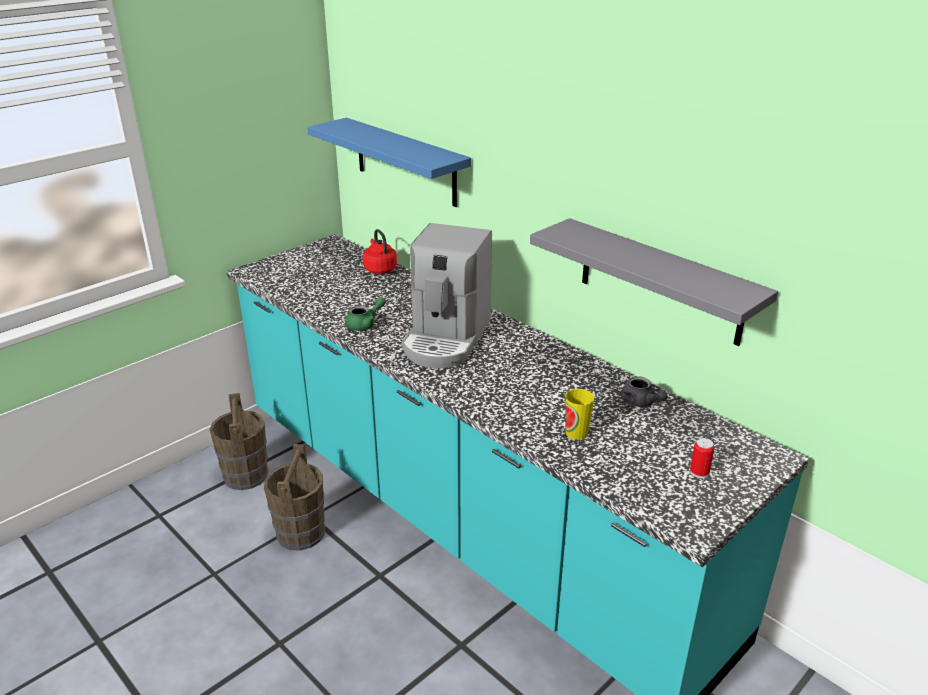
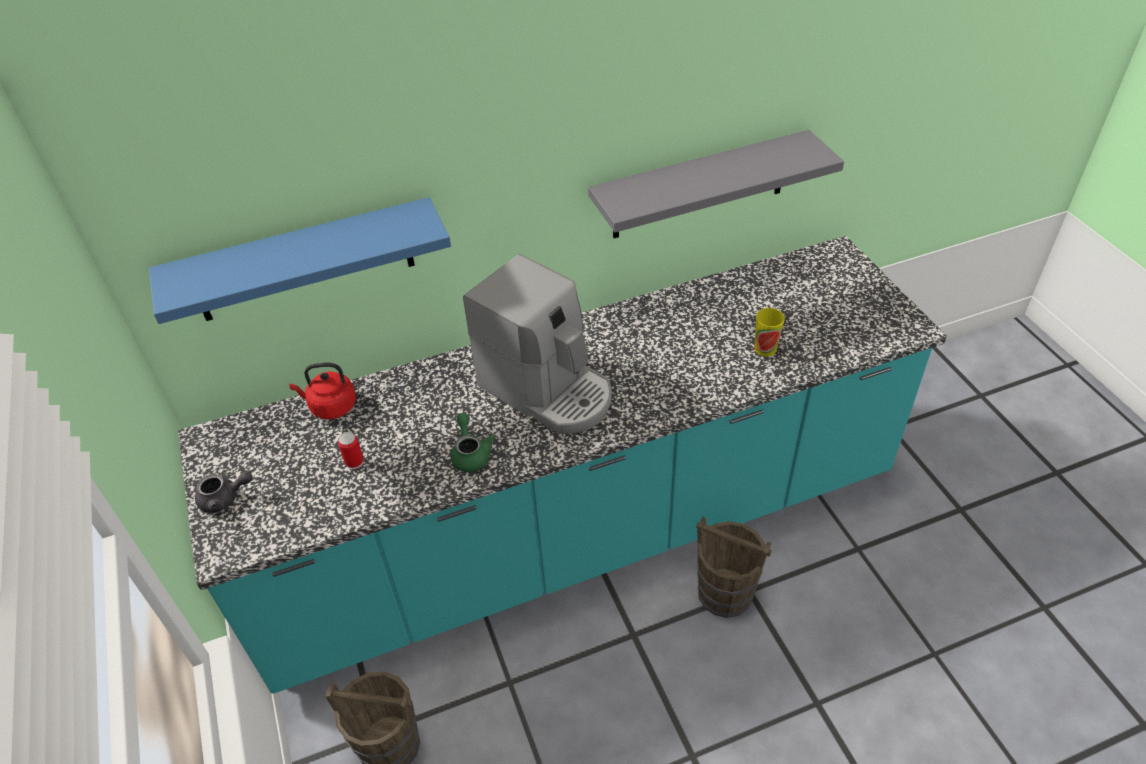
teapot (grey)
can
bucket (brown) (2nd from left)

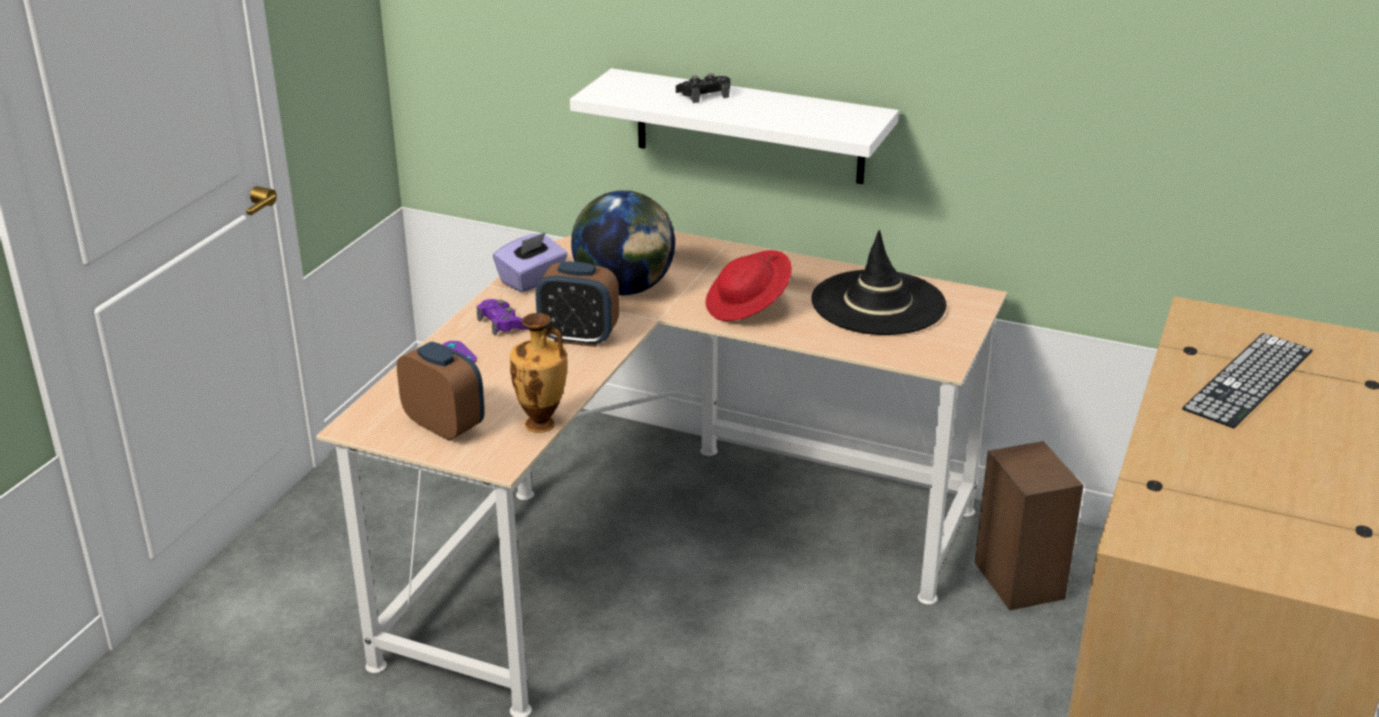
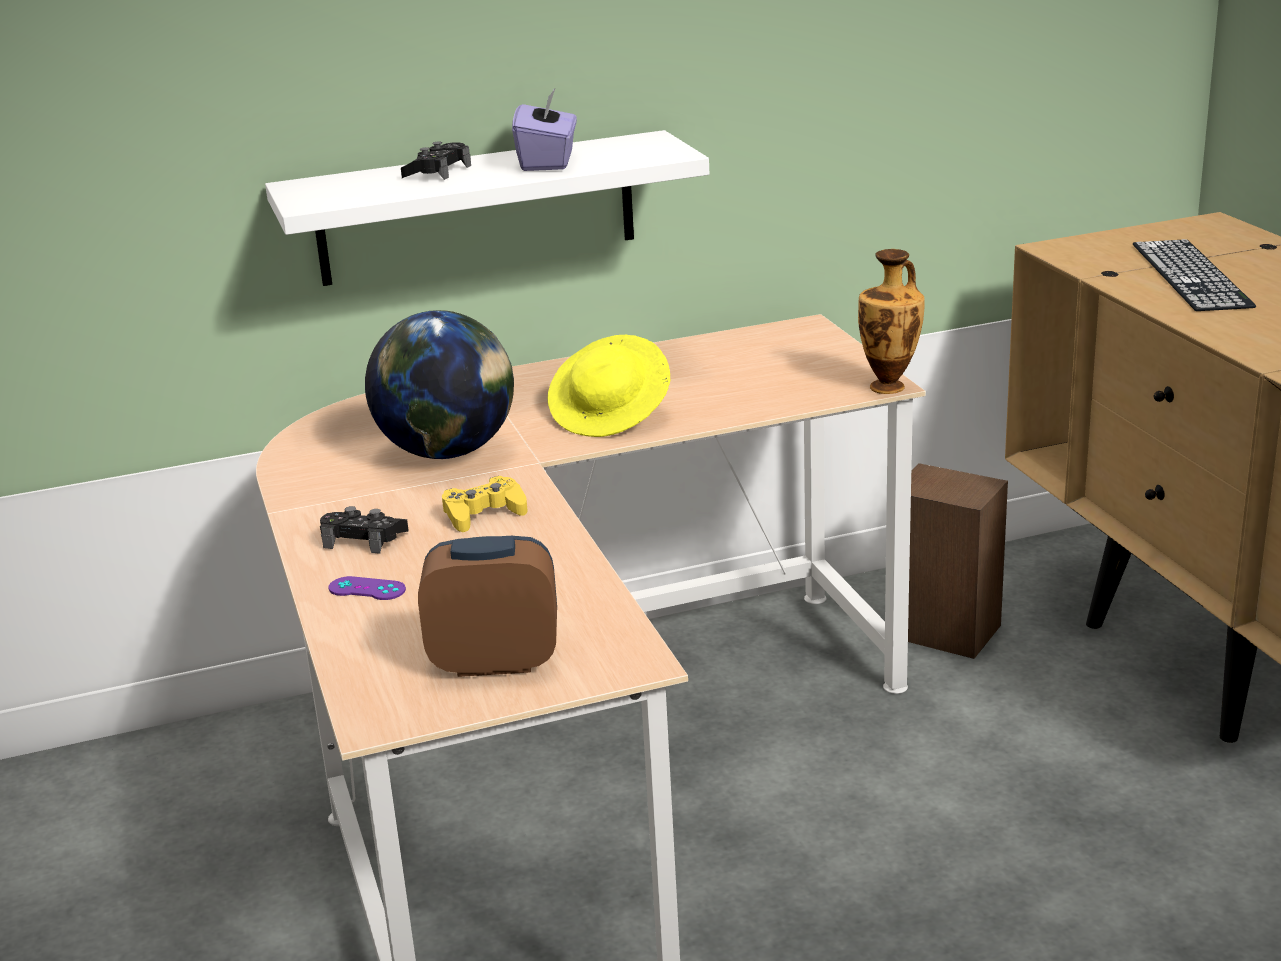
game controller (black) (1st from left)
game controller (yellow)
tissue box (purple)
hat (yellow)
vase
hat (black)

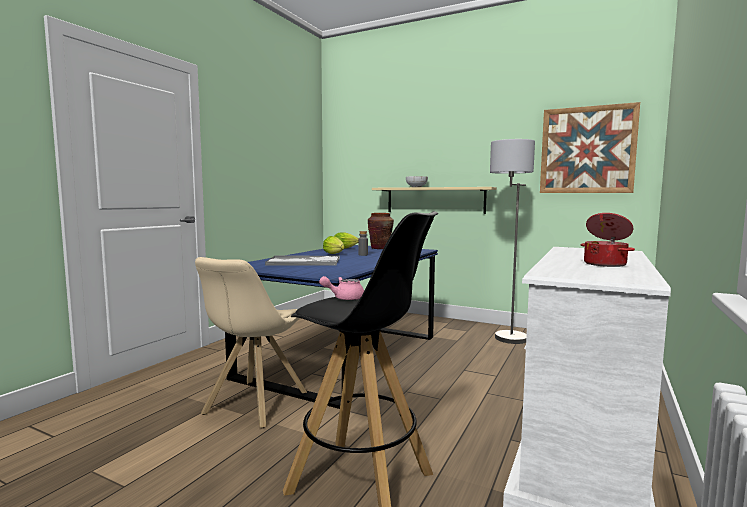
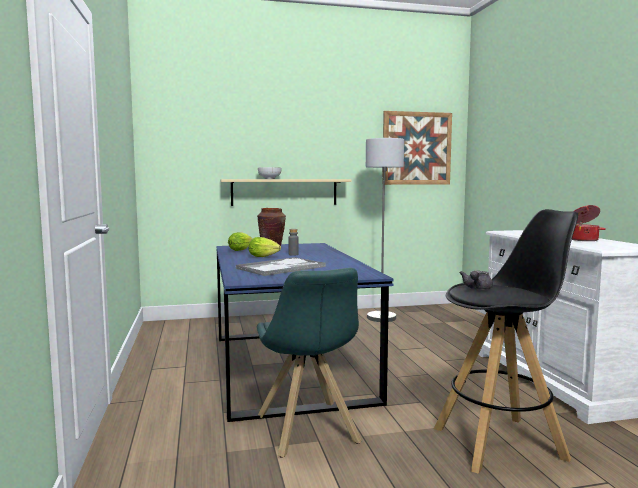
chair (turquoise)
teapot (grey)

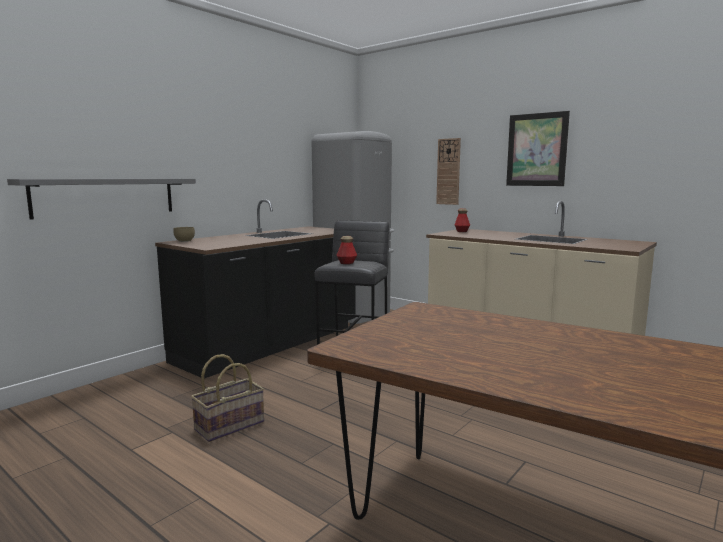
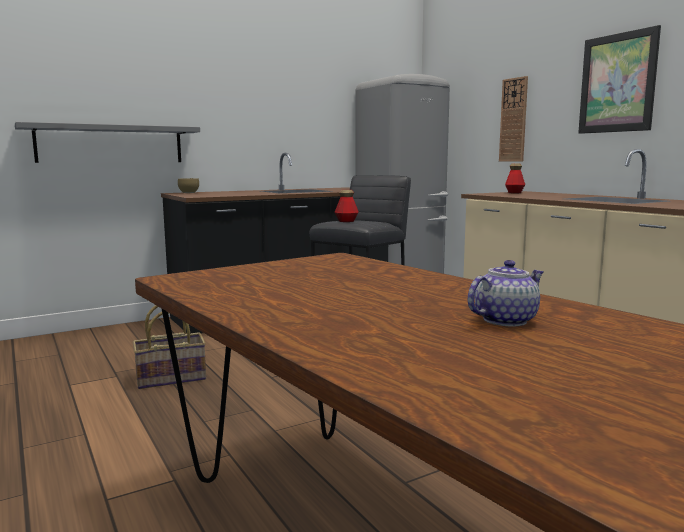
teapot

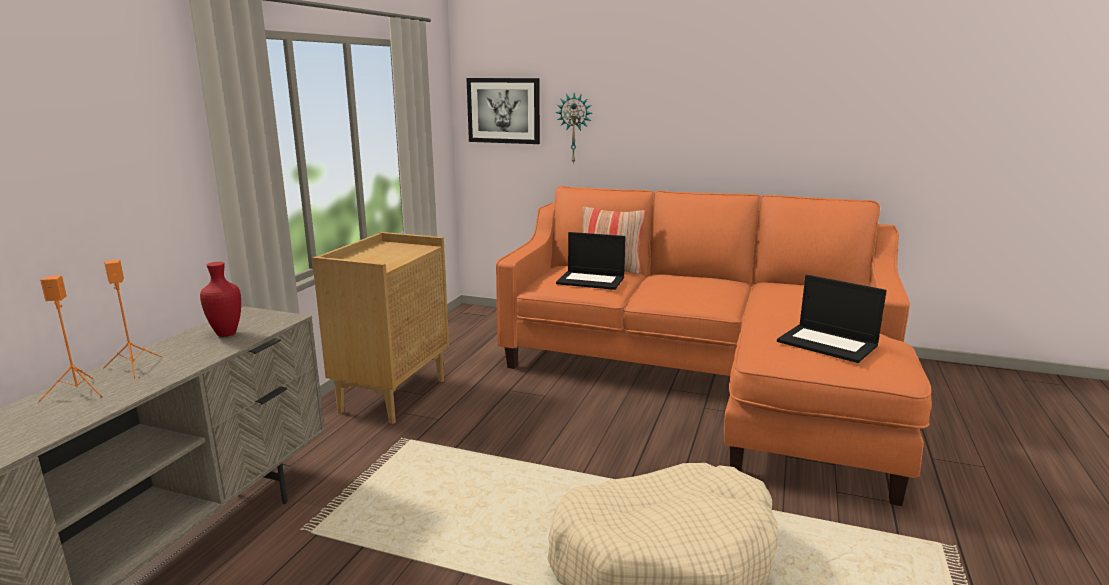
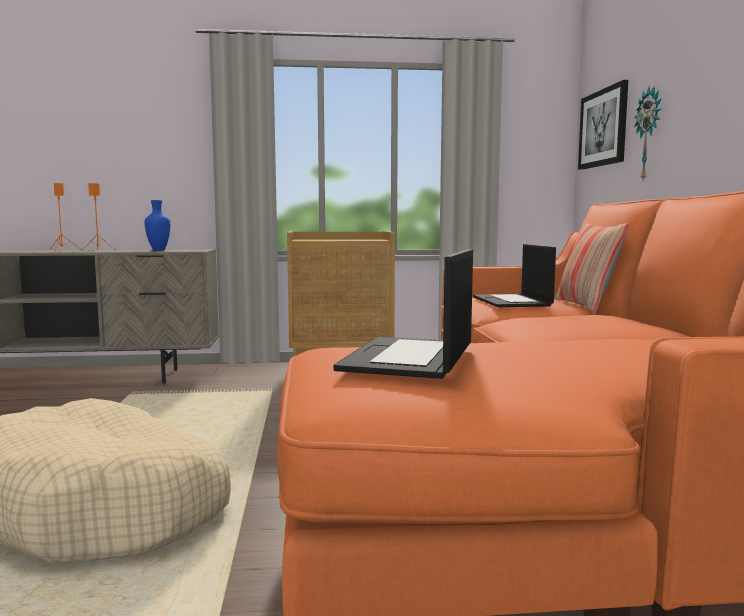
vase (blue)

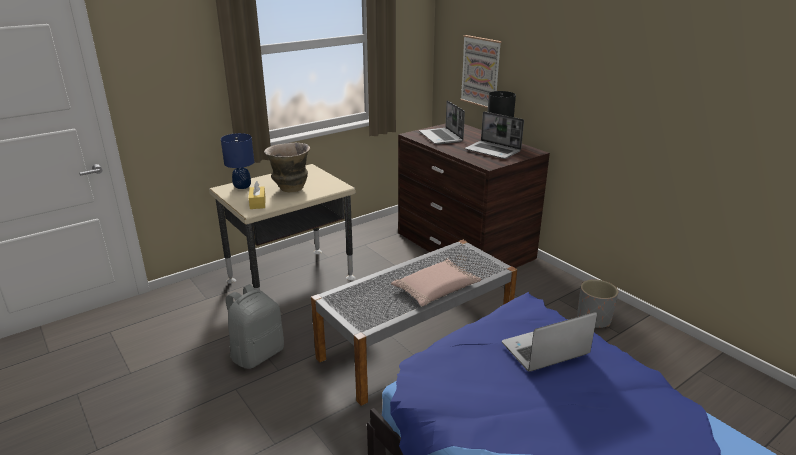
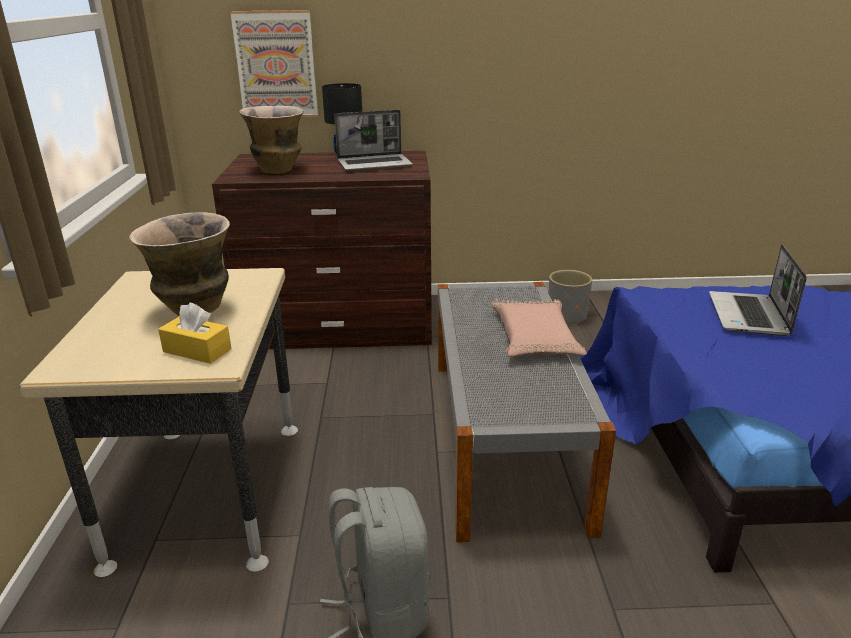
vase (2nd from left)
table lamp (blue)

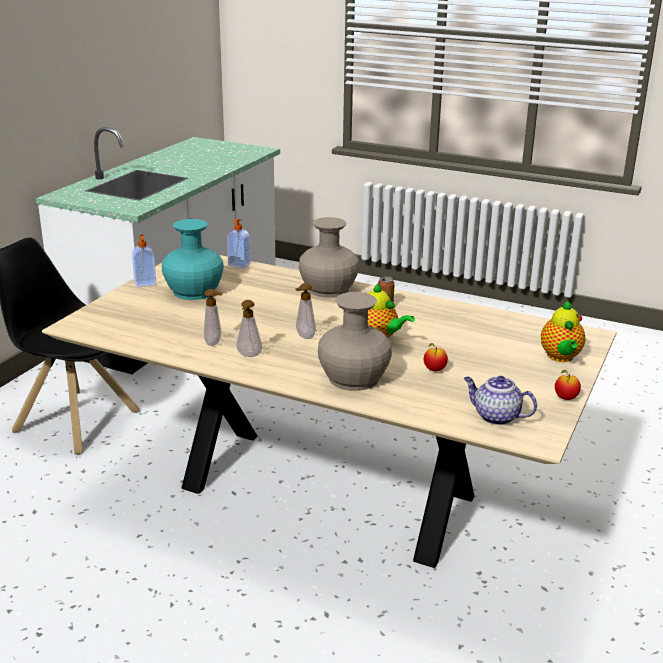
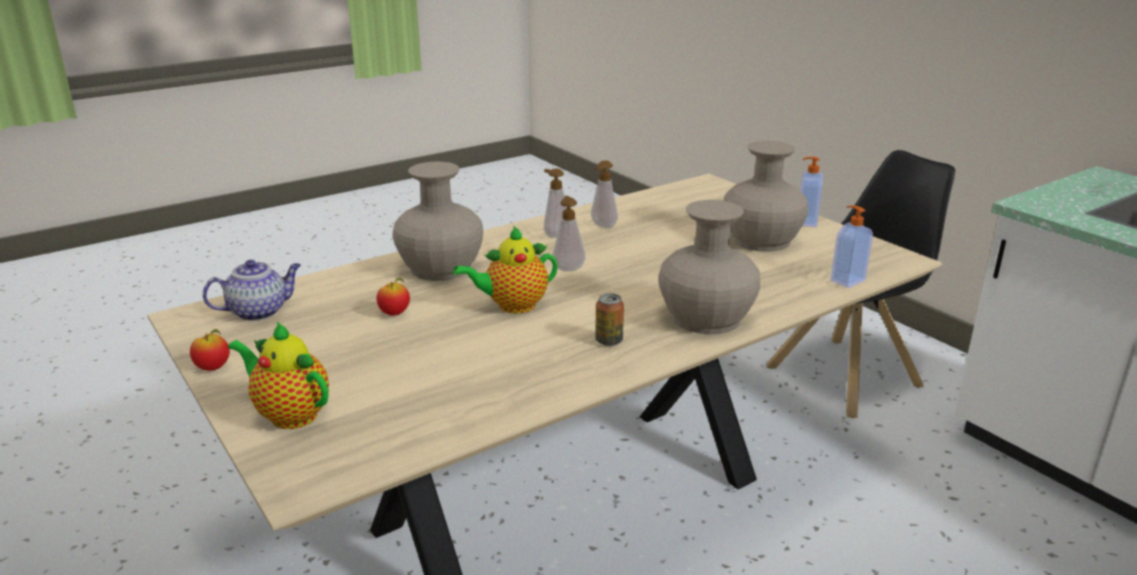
vase (beige) (3rd from left)

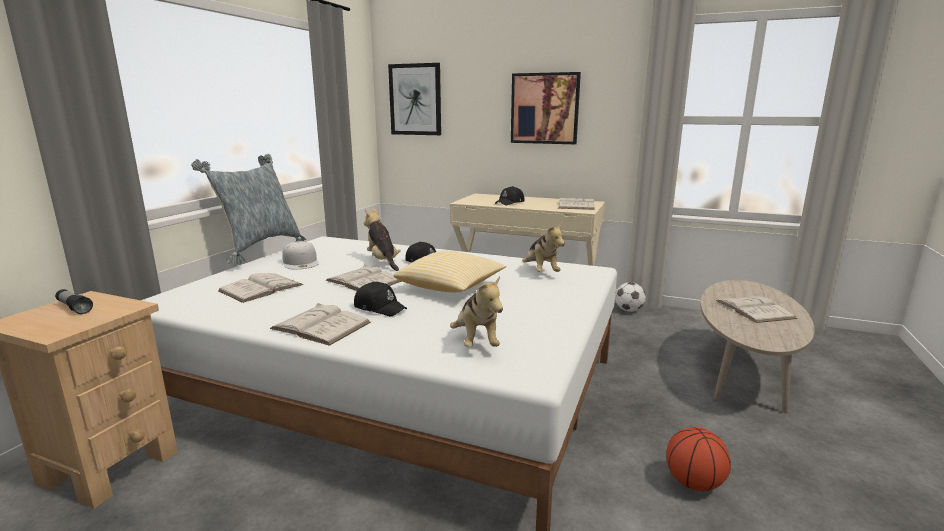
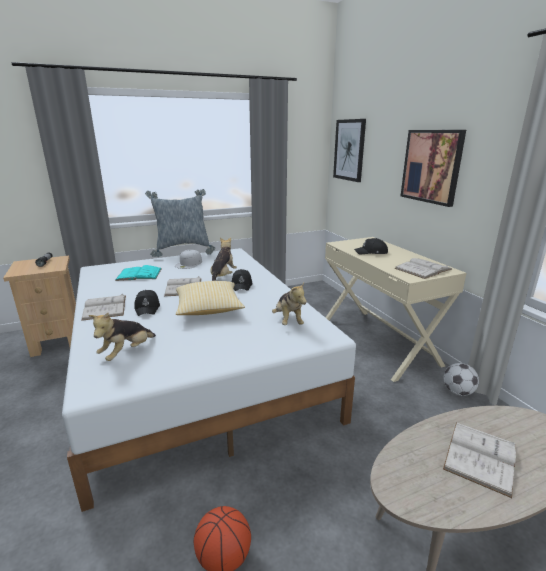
book (turquoise)
plush toy (3rd from left)

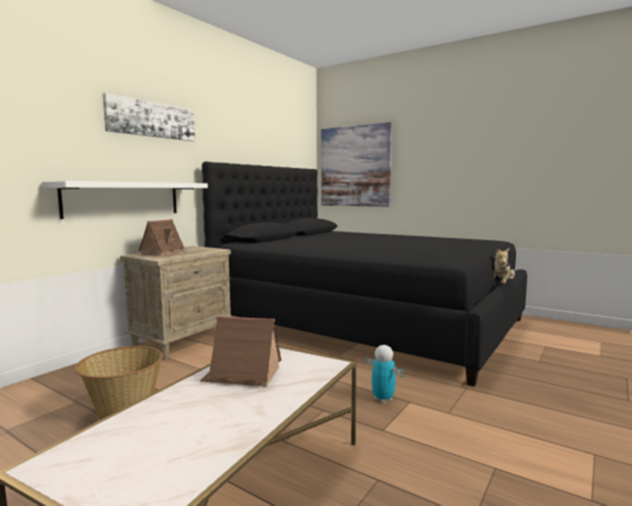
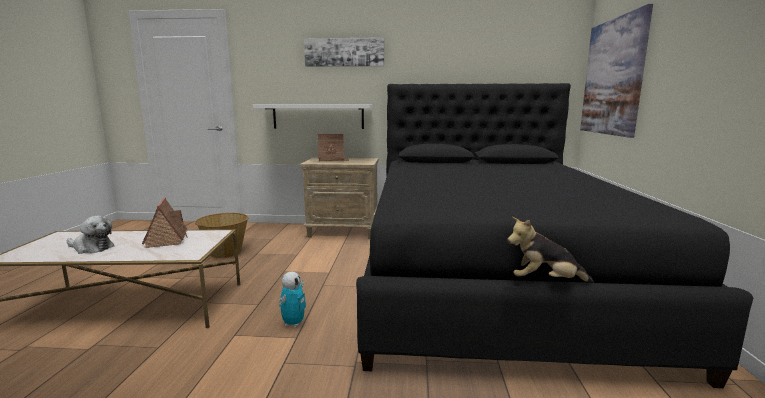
plush toy (1st from left)

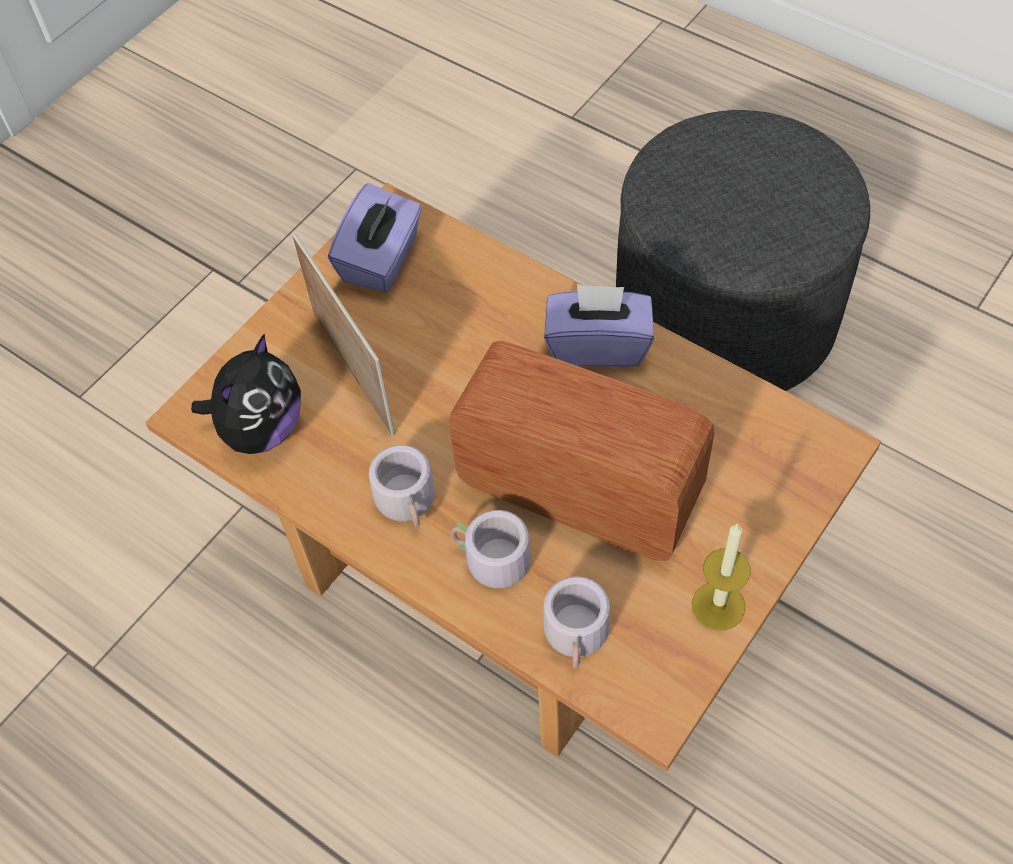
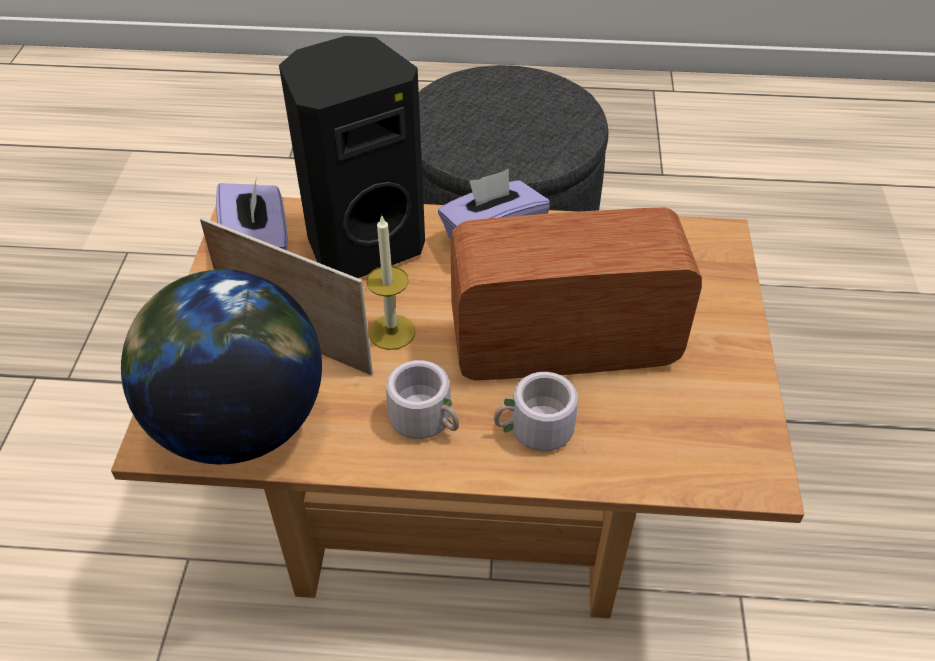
globe
speaker (black)
candle
mug (grey) (3rd from left in the first image)

